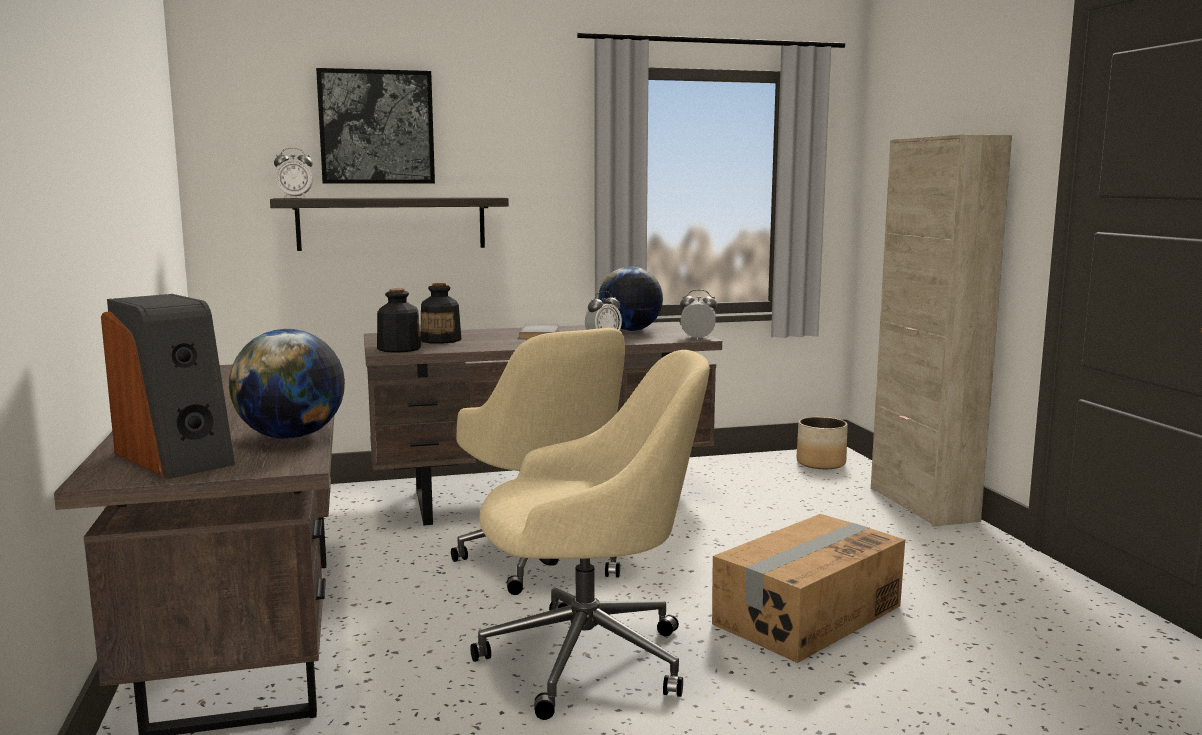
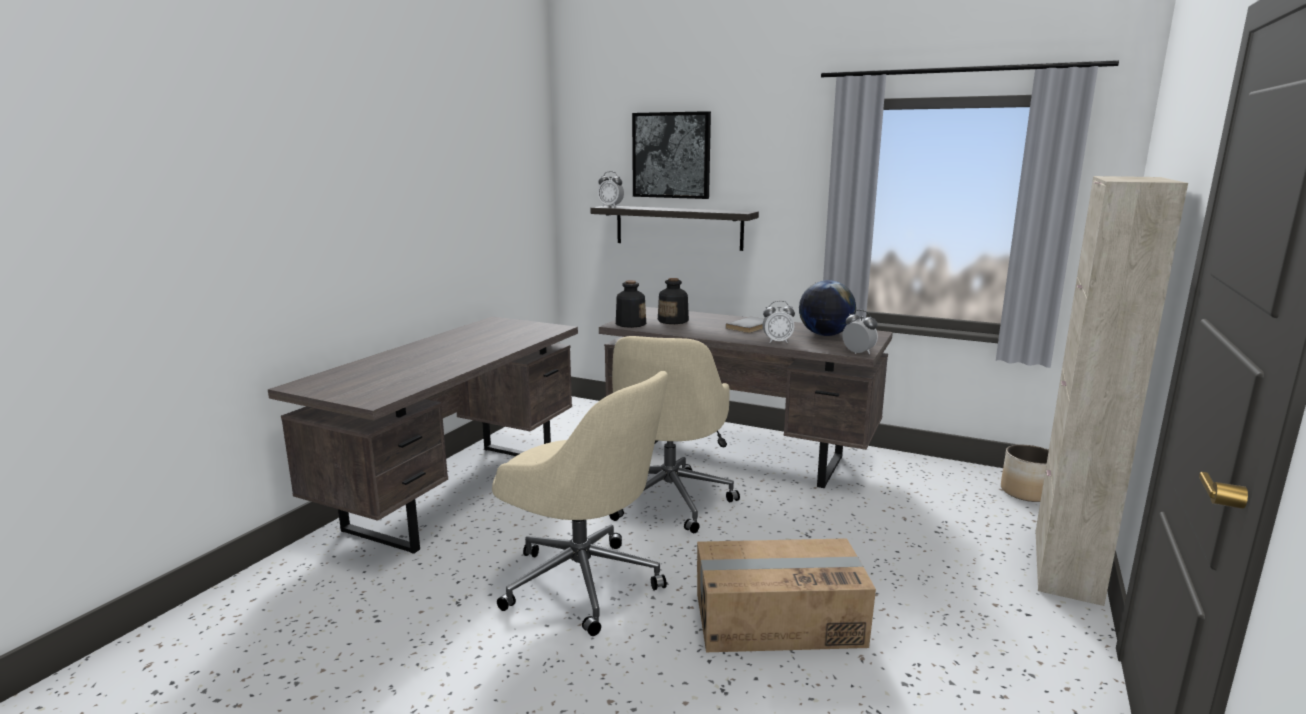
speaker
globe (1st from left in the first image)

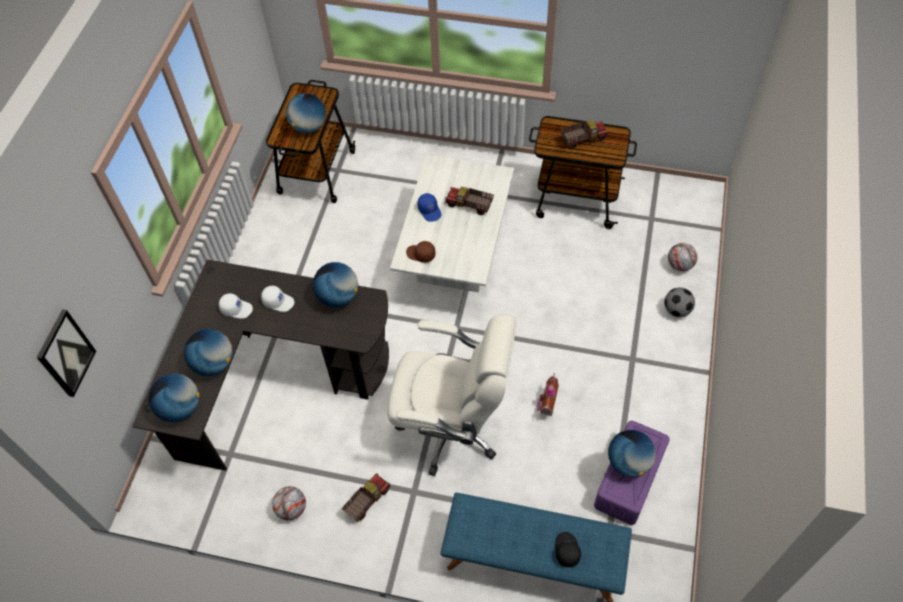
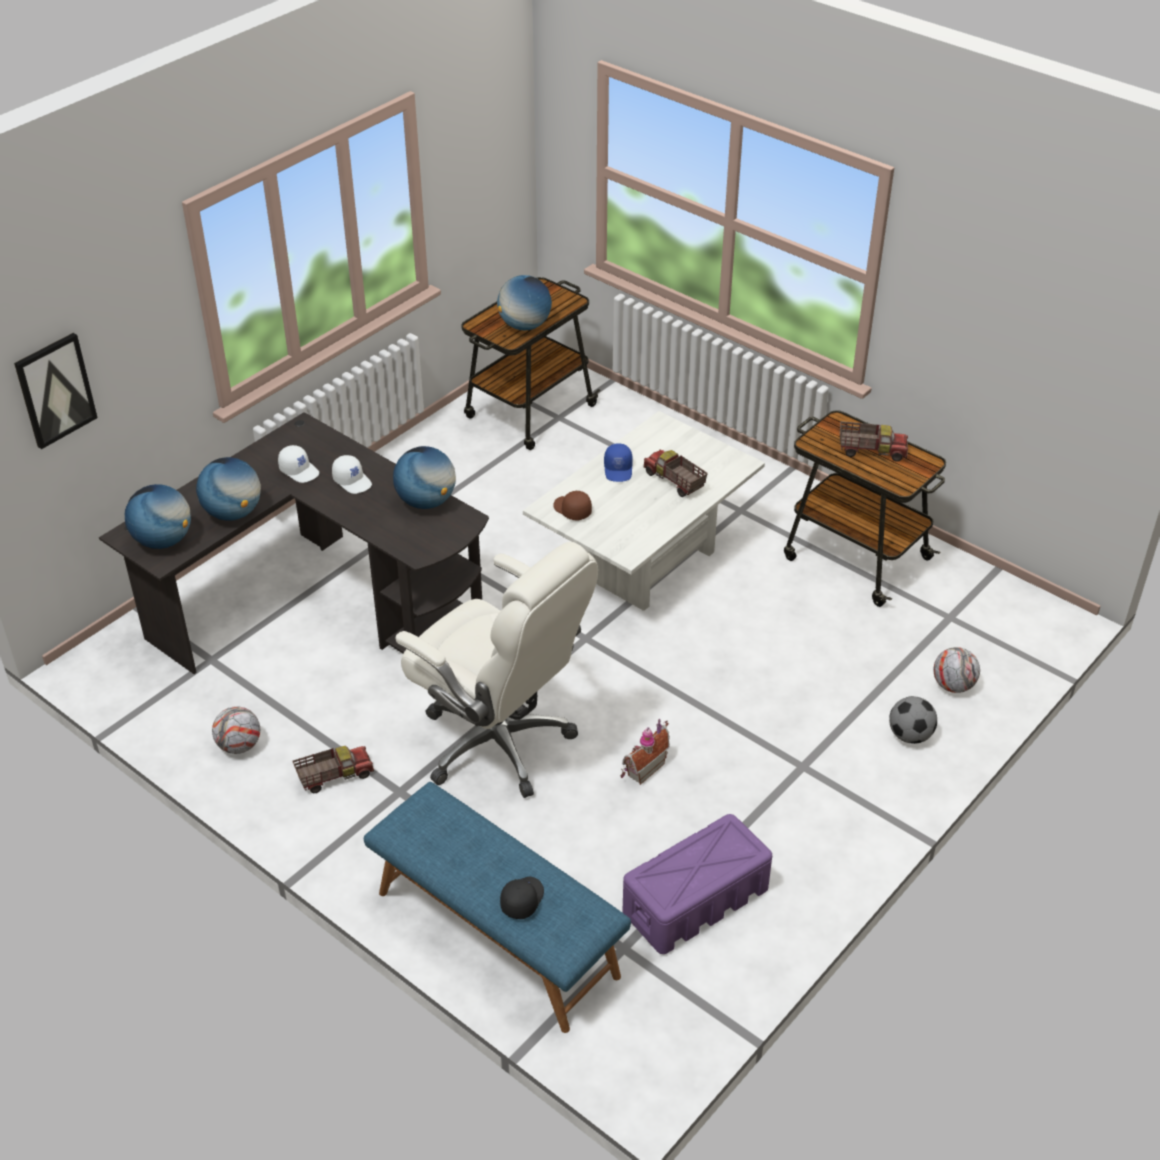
globe (5th from left in the first image)

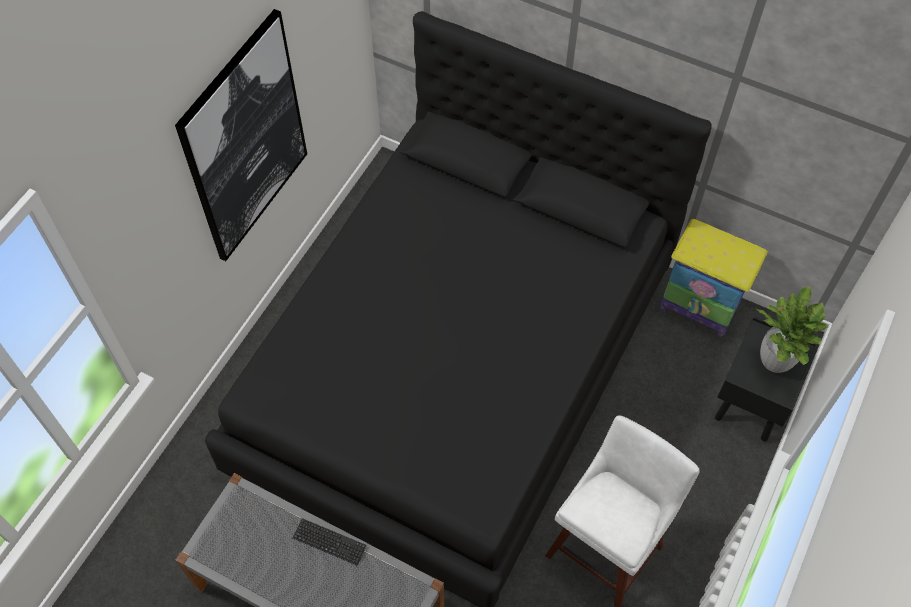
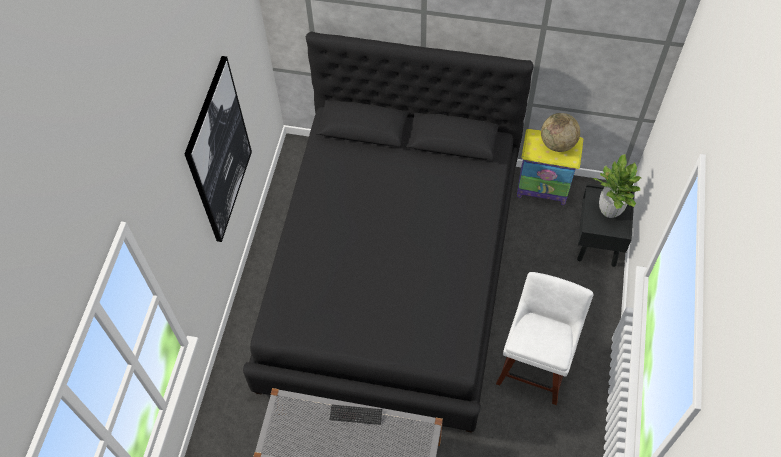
globe

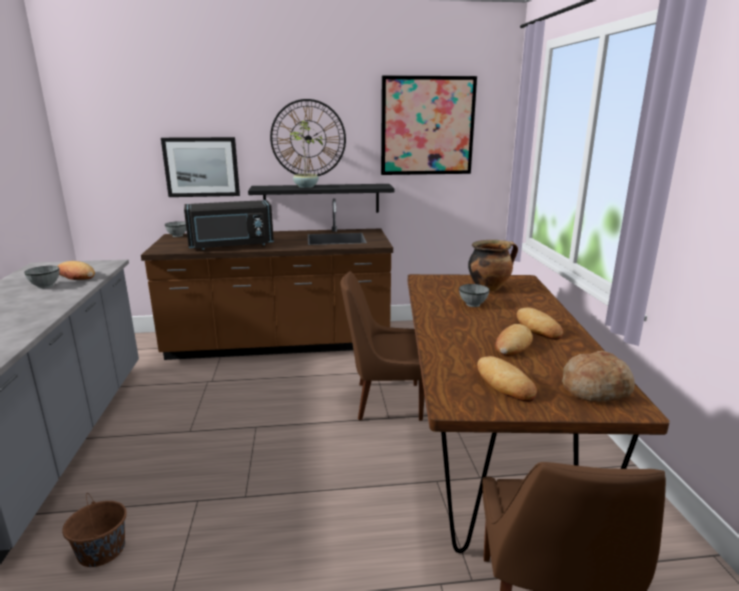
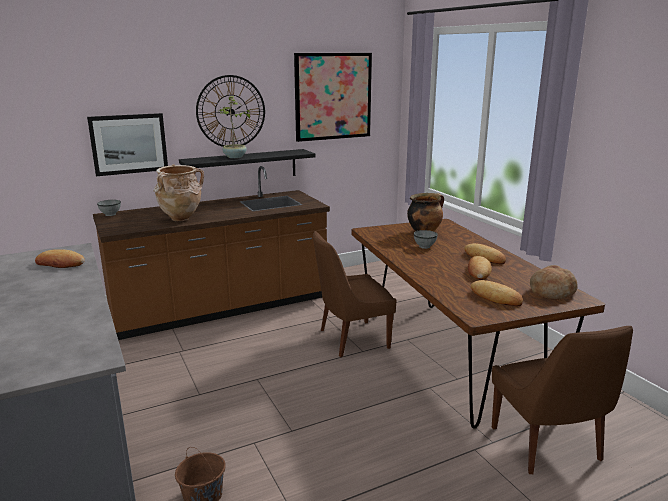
vase (beige)
bowl (grey) (1st from left in the first image)

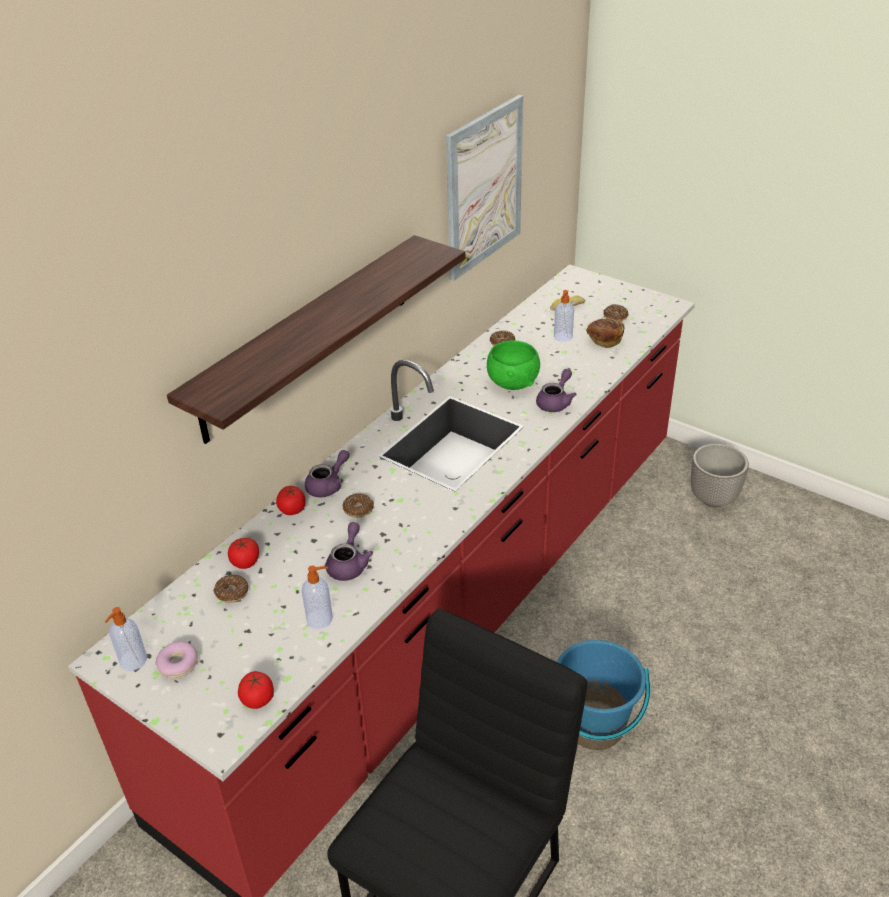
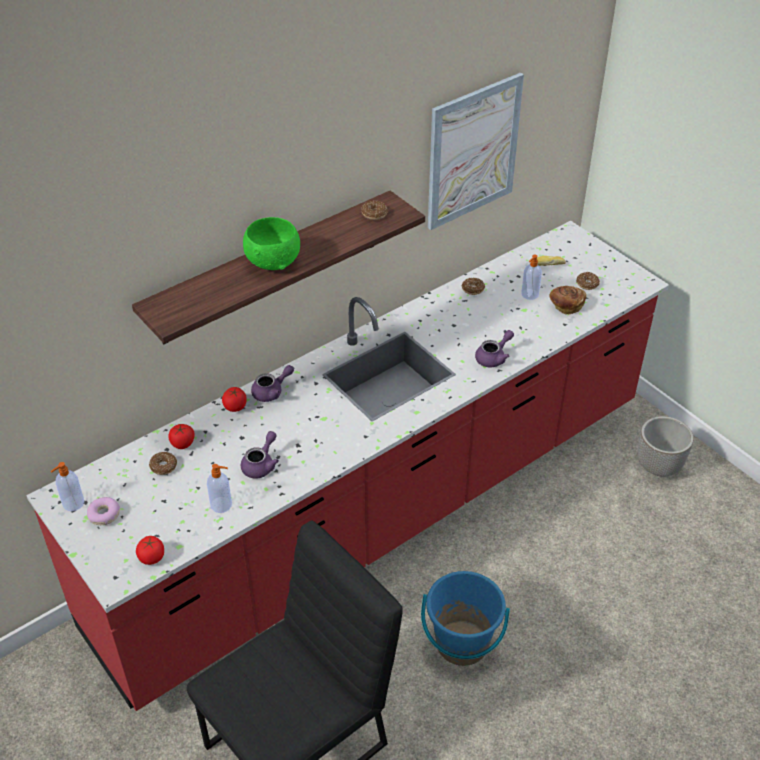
bowl (green)
donut (3rd from left)

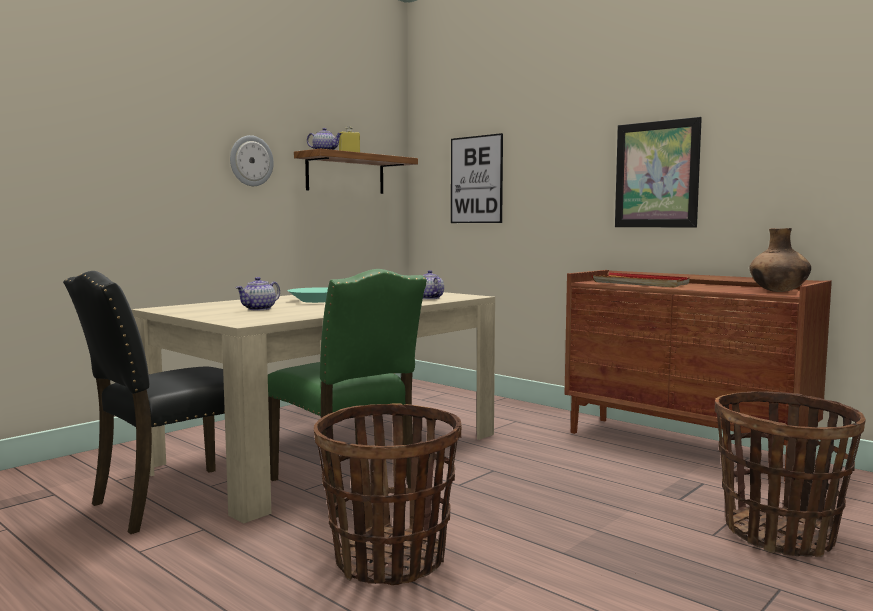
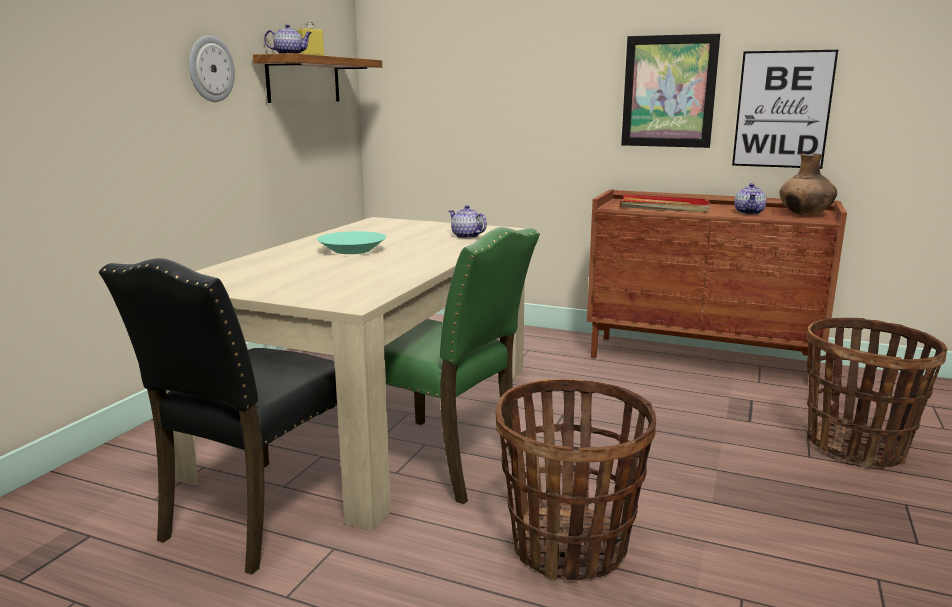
picture (2nd from left)
teapot (3rd from left)

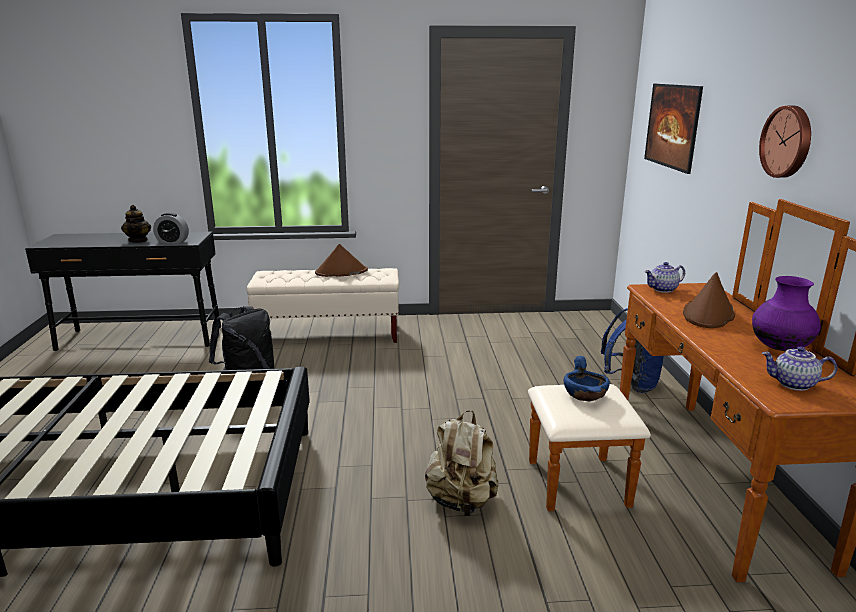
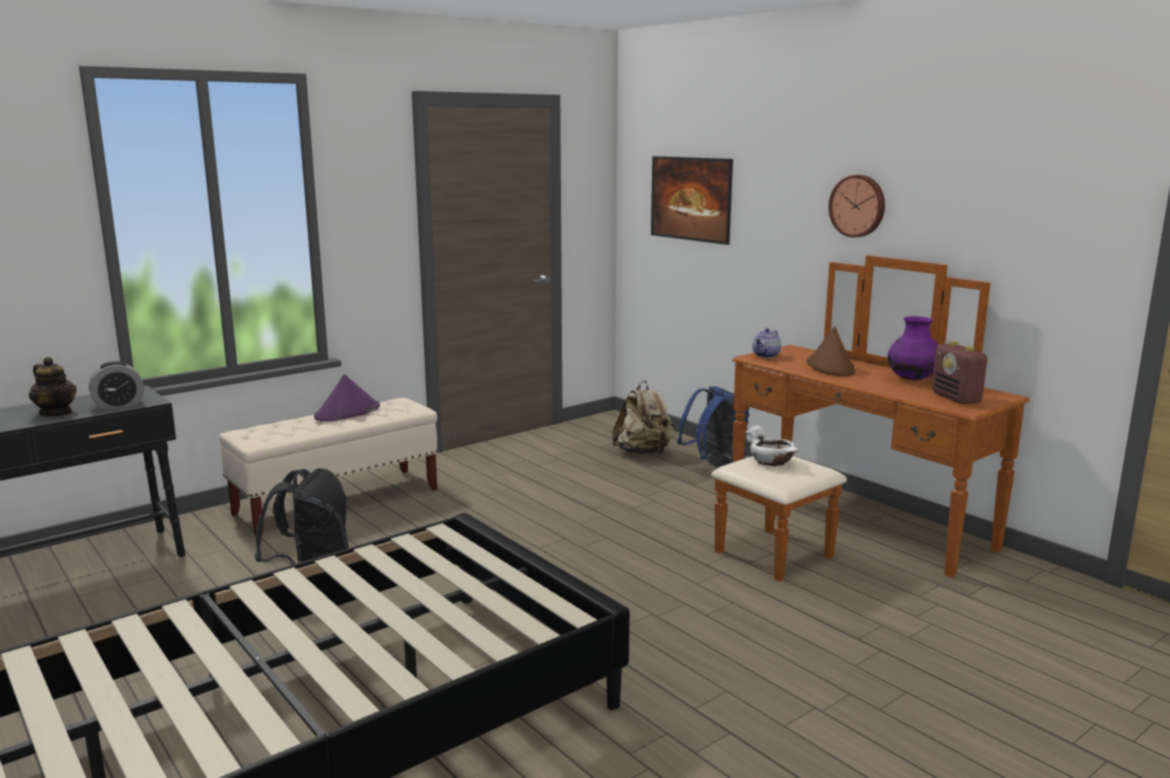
hat (purple)
backpack (beige)
bowl (white)
radio

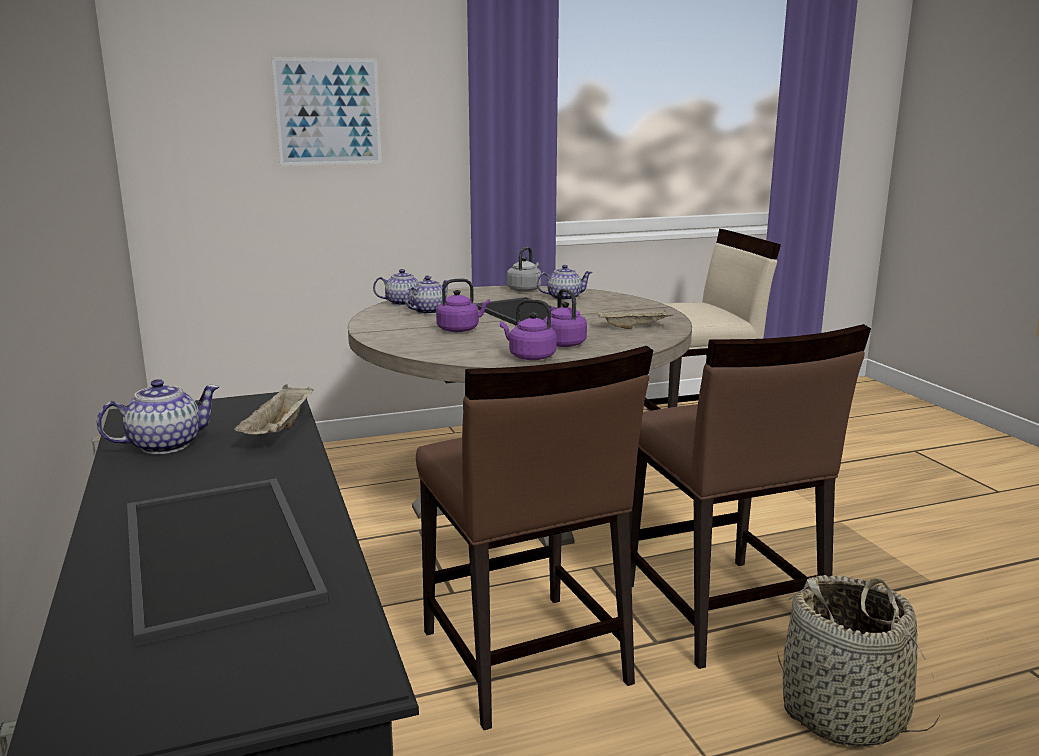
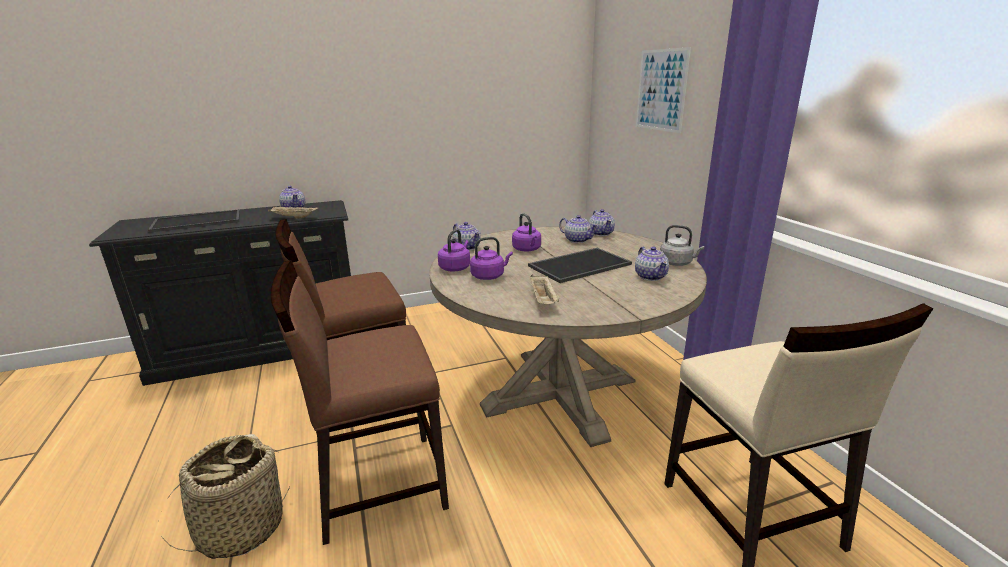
teapot (2nd from left)

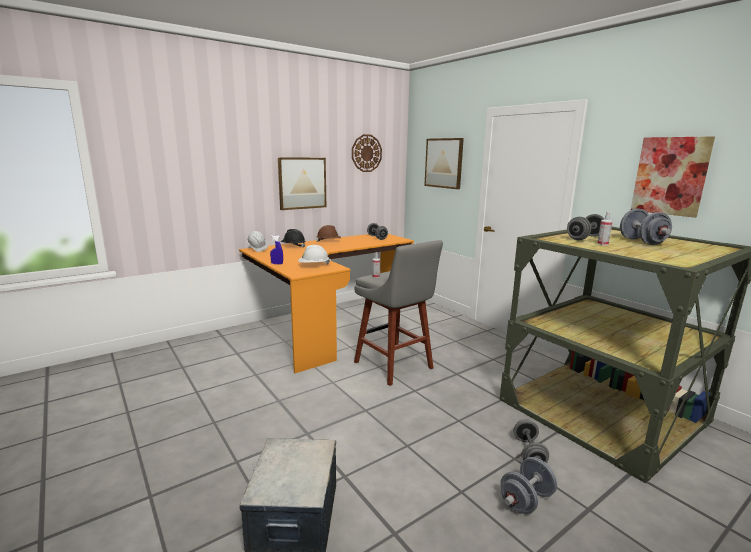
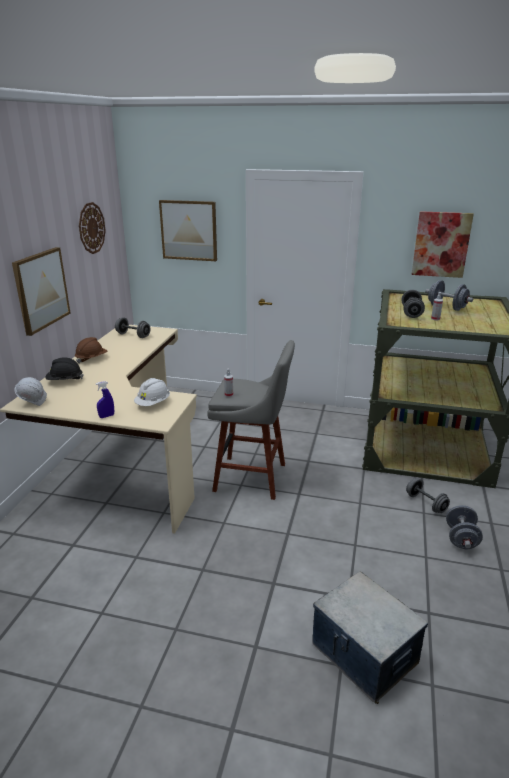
desk (beige)

